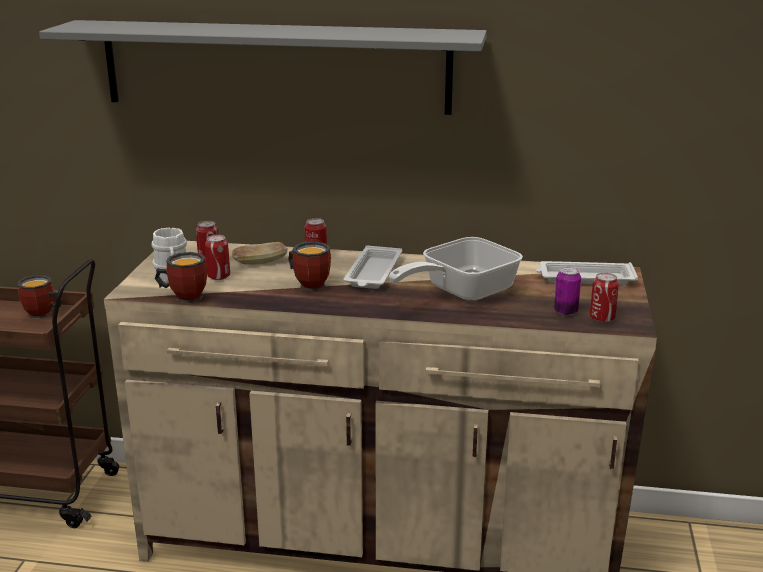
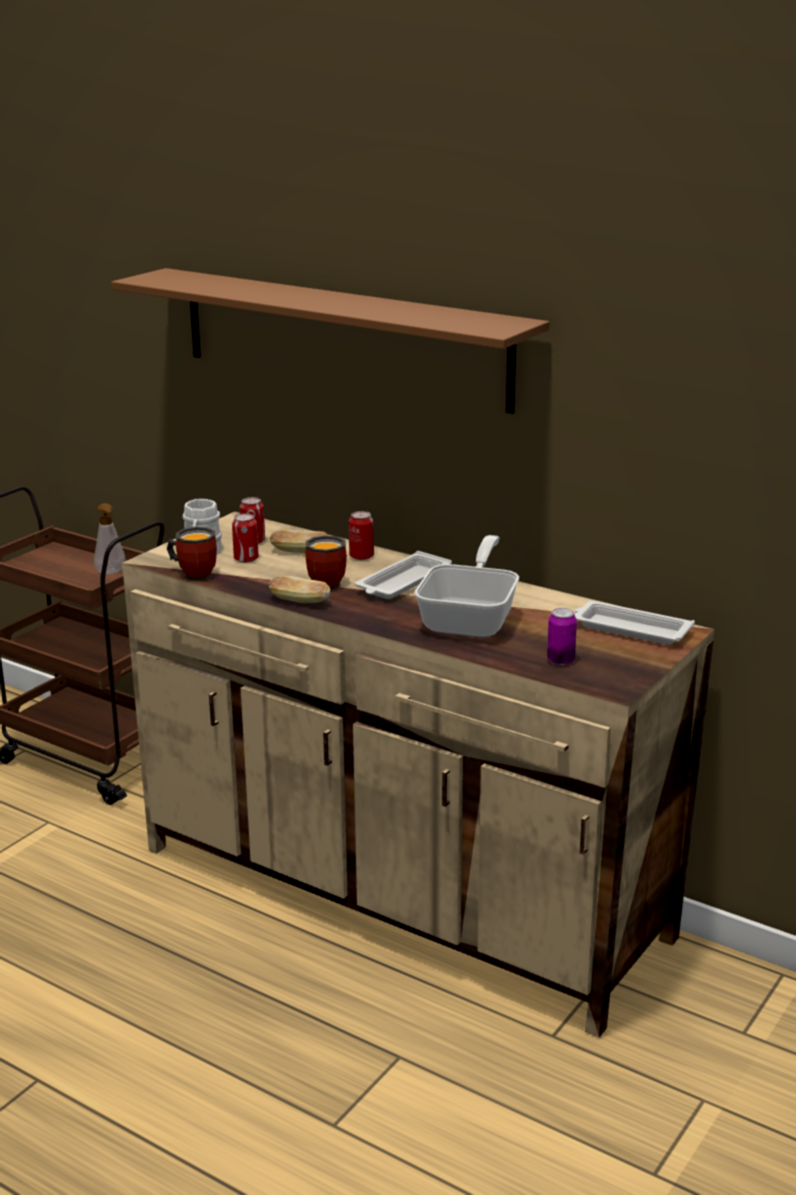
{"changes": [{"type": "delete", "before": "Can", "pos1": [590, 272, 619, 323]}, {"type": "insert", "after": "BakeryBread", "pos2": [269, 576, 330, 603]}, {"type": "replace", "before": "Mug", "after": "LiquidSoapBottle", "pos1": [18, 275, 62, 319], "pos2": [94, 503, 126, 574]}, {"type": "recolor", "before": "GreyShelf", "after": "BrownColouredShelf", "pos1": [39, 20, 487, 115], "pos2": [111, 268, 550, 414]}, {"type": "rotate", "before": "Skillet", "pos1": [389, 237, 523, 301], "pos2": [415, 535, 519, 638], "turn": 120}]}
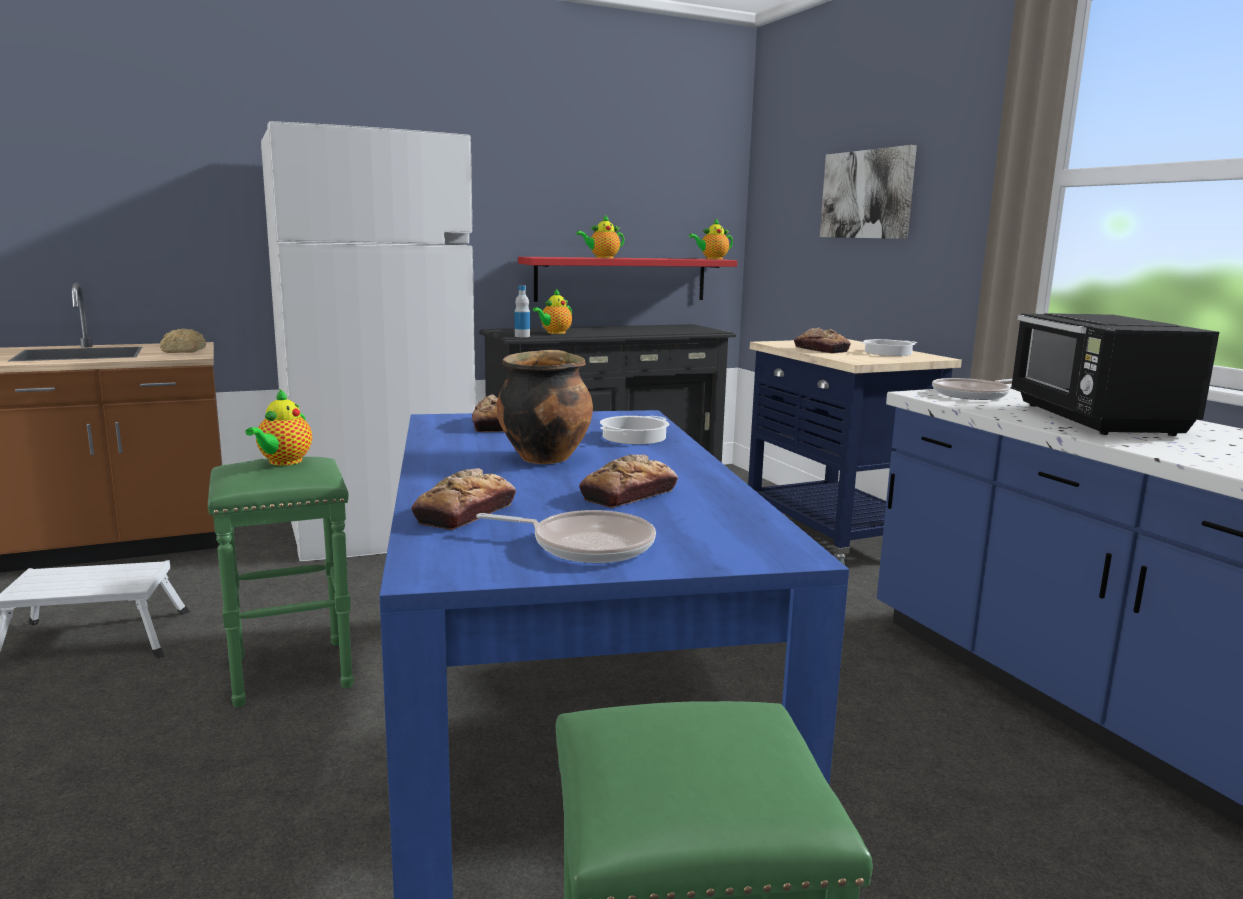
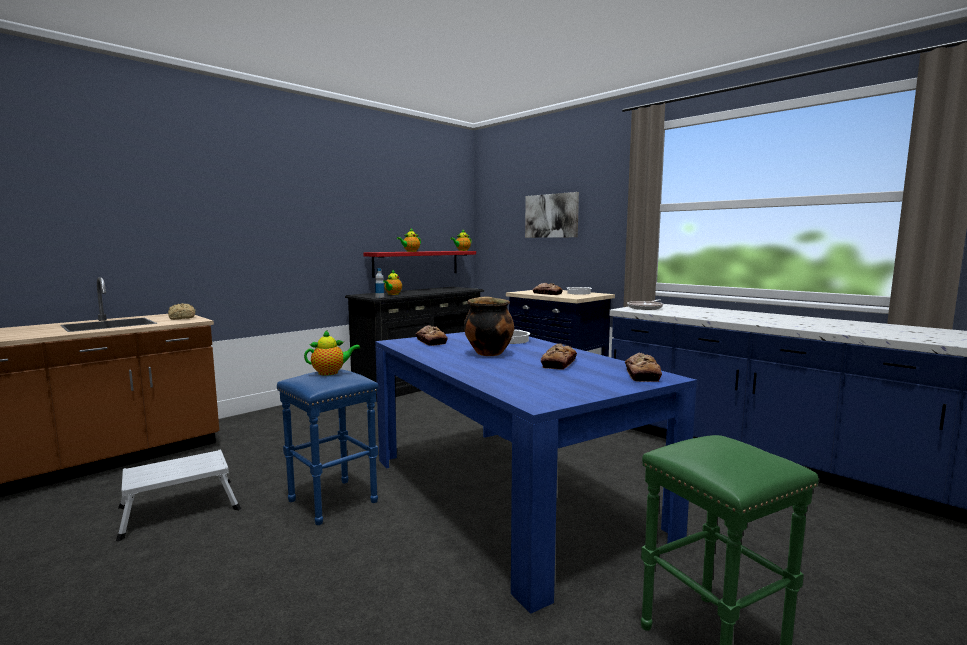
{"changes": [{"type": "delete", "before": "WhiteKitchenFridge", "pos1": [261, 121, 476, 561]}, {"type": "delete", "before": "Skillet", "pos1": [476, 510, 656, 563]}, {"type": "delete", "before": "BlackKitchenMicrowave", "pos1": [1010, 313, 1219, 436]}, {"type": "move", "before": "BakeryBread", "pos1": [412, 468, 516, 530], "pos2": [625, 353, 662, 382]}, {"type": "recolor", "before": "GreenishStoolSeat", "after": "BlueStoolSeat", "pos1": [208, 457, 354, 707], "pos2": [277, 369, 379, 525]}, {"type": "rotate", "before": "PotForTea", "pos1": [245, 389, 312, 466], "pos2": [304, 330, 360, 375], "turn": -105}]}
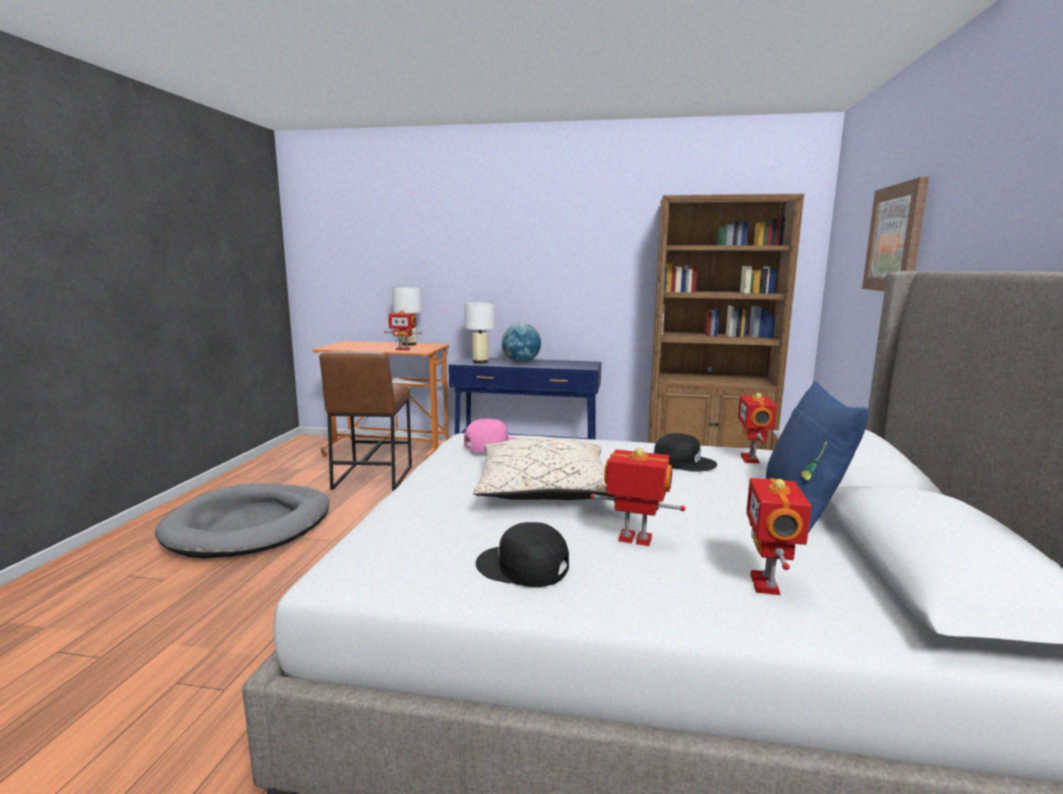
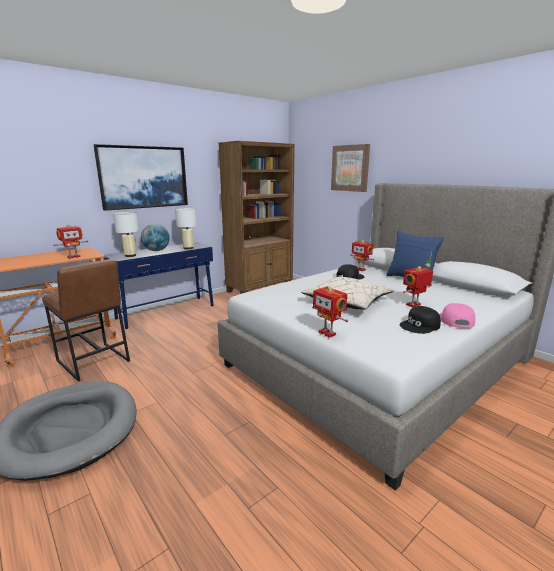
{"changes": [{"type": "insert", "after": "WallArt", "pos2": [94, 144, 188, 211]}, {"type": "move", "before": "WhiteLampForATable", "pos1": [392, 288, 422, 346], "pos2": [175, 208, 197, 249]}, {"type": "move", "before": "PinkCap", "pos1": [464, 419, 518, 452], "pos2": [439, 303, 475, 328]}, {"type": "move", "before": "ToyRobot", "pos1": [746, 478, 811, 595], "pos2": [312, 287, 348, 338]}]}
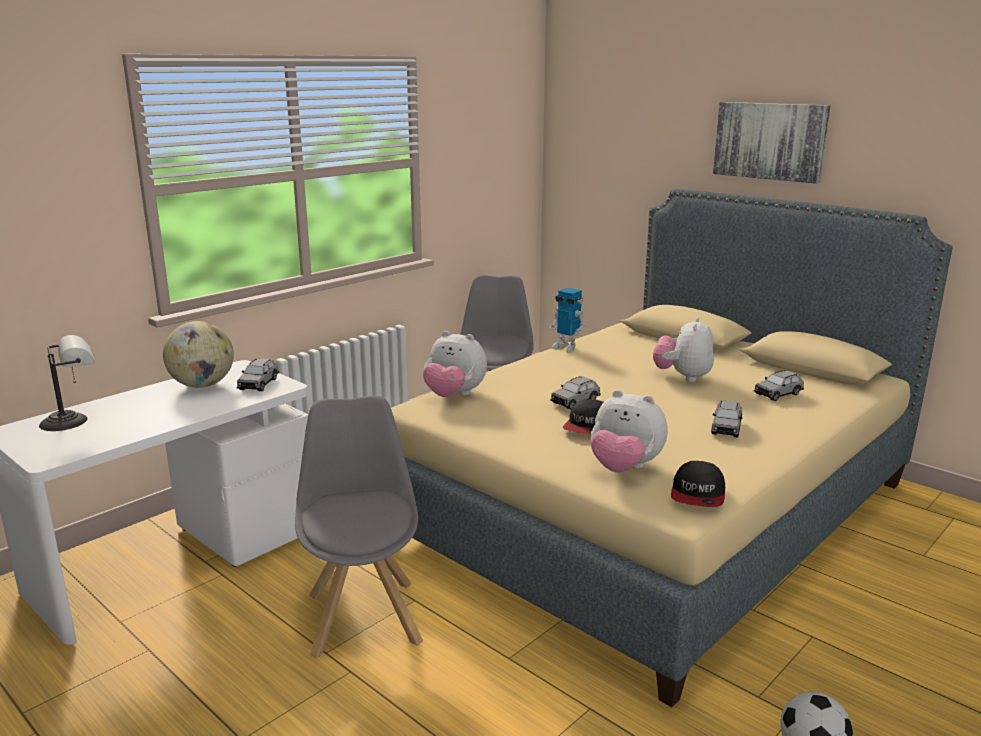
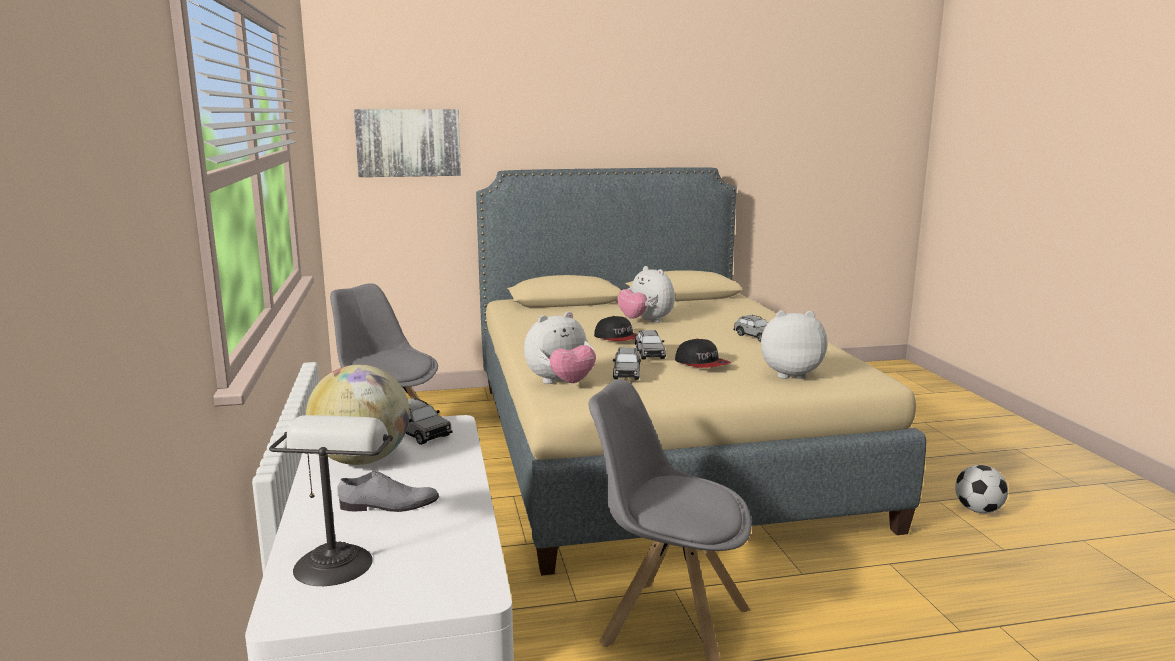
{"changes": [{"type": "delete", "before": "ToyRobot", "pos1": [550, 288, 585, 353]}, {"type": "insert", "after": "GreyShoe", "pos2": [337, 471, 439, 512]}, {"type": "move", "before": "Cap", "pos1": [671, 461, 725, 507], "pos2": [594, 316, 637, 341]}, {"type": "move", "before": "WallArt", "pos1": [713, 102, 830, 184], "pos2": [354, 109, 461, 177]}, {"type": "move", "before": "GreyModelCar", "pos1": [754, 370, 804, 401], "pos2": [613, 347, 641, 380]}, {"type": "rotate", "before": "SoftToy", "pos1": [591, 390, 668, 472], "pos2": [761, 310, 827, 379], "turn": -150}]}
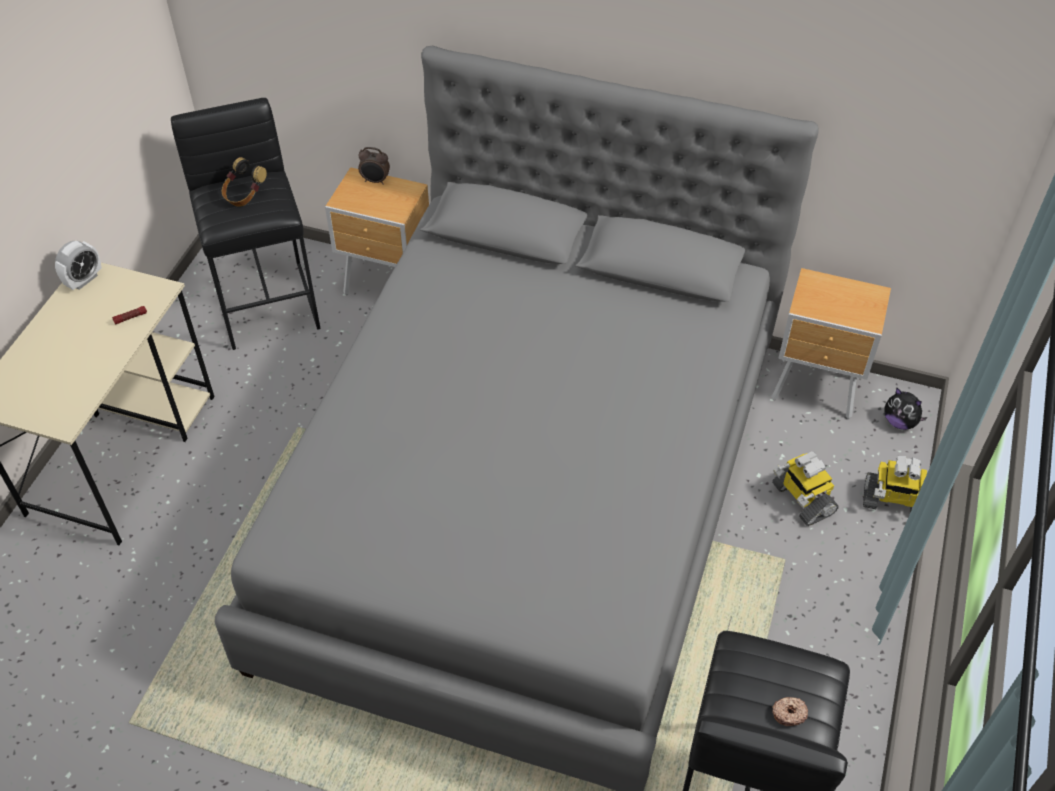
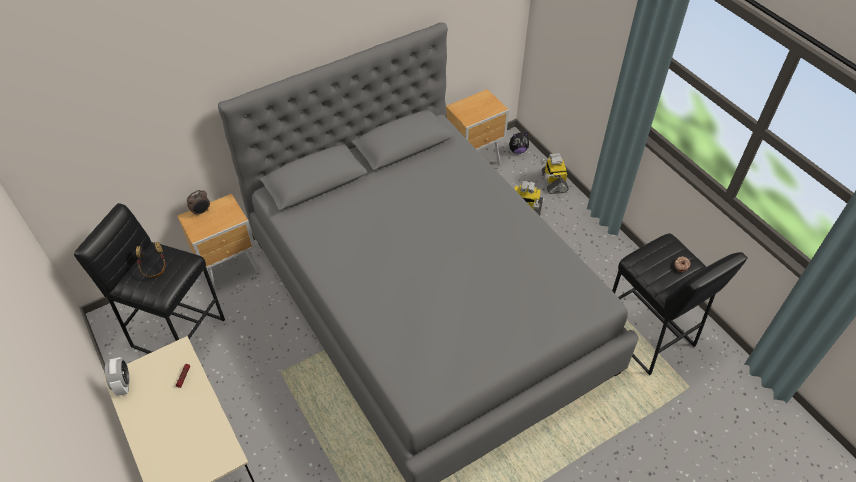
{"changes": [{"type": "rotate", "before": "ToyRobot", "pos1": [863, 456, 927, 513], "pos2": [540, 153, 569, 194], "turn": 120}]}
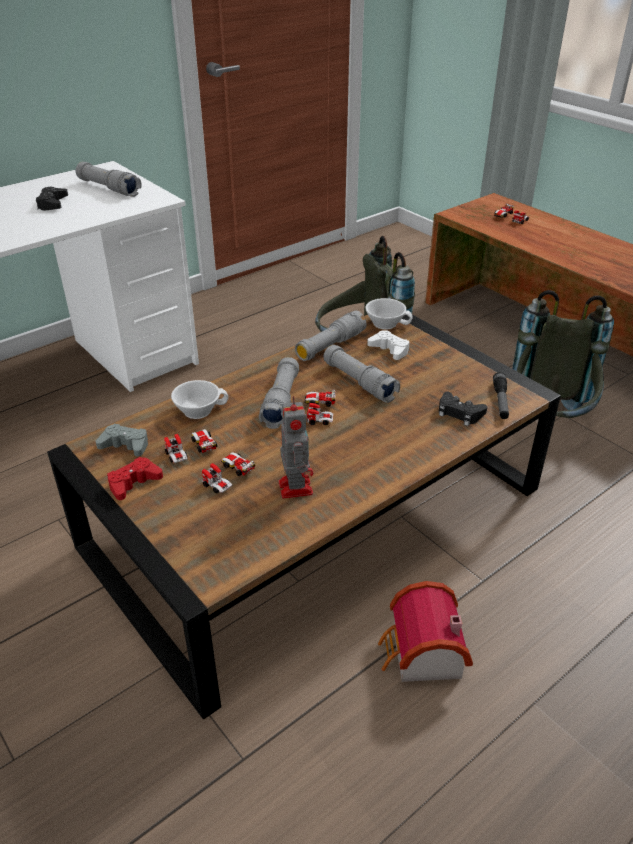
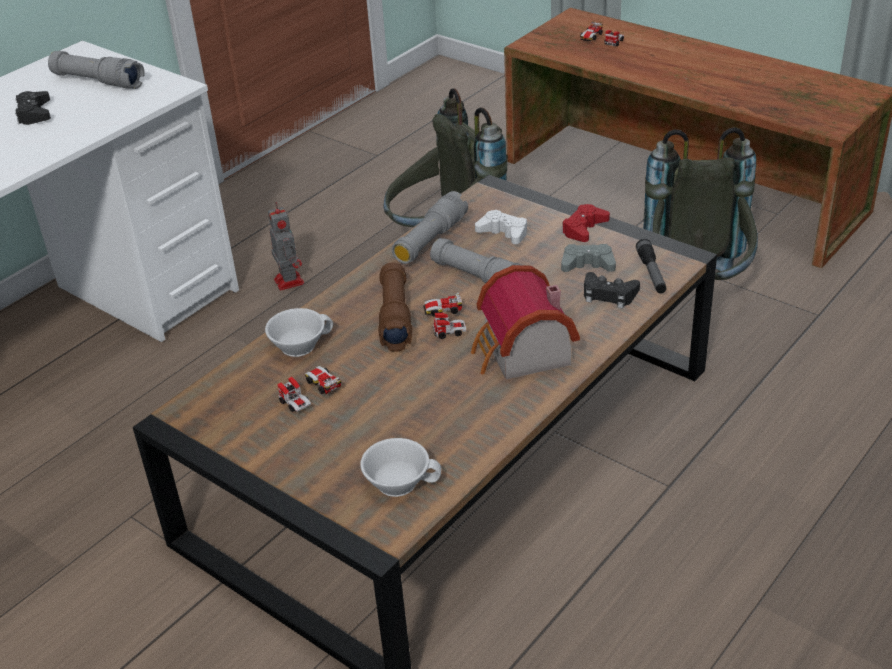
{"changes": [{"type": "delete", "before": "ModelCar", "pos1": [202, 452, 255, 494]}, {"type": "move", "before": "GreyGameController", "pos1": [96, 424, 148, 456], "pos2": [561, 244, 616, 272]}, {"type": "move", "before": "ReddishGameController", "pos1": [107, 457, 163, 500], "pos2": [562, 204, 610, 242]}, {"type": "move", "before": "ToyRobot", "pos1": [279, 396, 313, 499], "pos2": [268, 202, 304, 291]}, {"type": "move", "before": "WhiteSmallCup", "pos1": [365, 298, 413, 329], "pos2": [360, 438, 441, 497]}, {"type": "move", "before": "ModelHouse", "pos1": [378, 581, 473, 682], "pos2": [471, 265, 580, 379]}, {"type": "recolor", "before": "GreyHandTorch", "after": "BrownColouredHandTorch", "pos1": [259, 357, 299, 429], "pos2": [378, 262, 412, 352]}]}
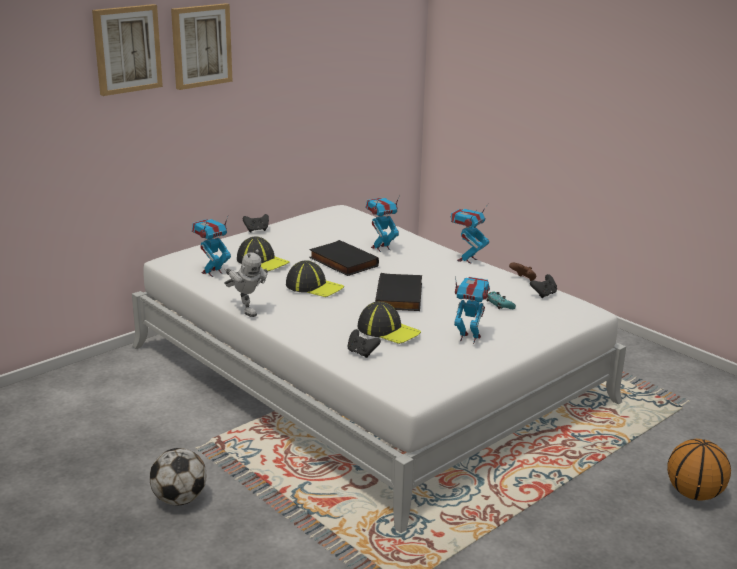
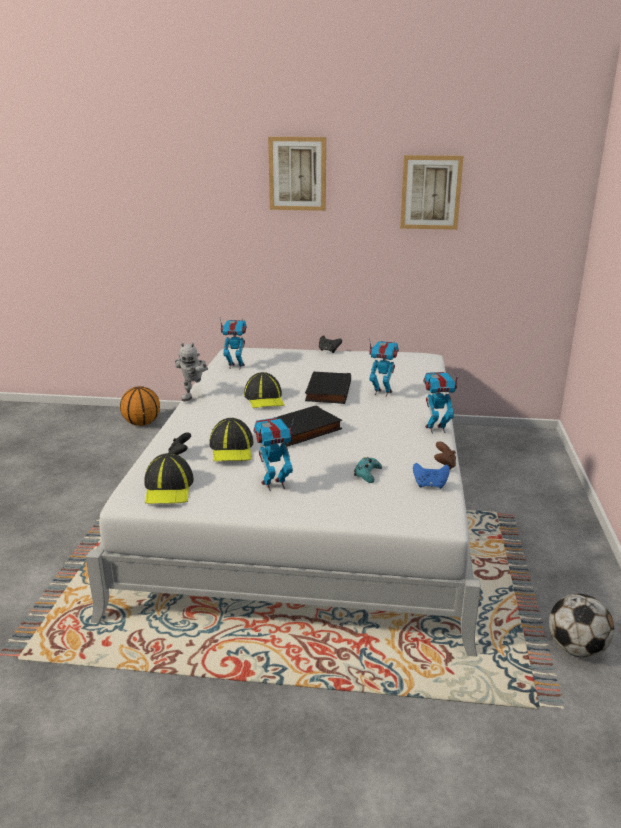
{"changes": [{"type": "move", "before": "WallArt", "pos1": [92, 4, 163, 96], "pos2": [400, 155, 463, 230]}, {"type": "move", "before": "FootballBall", "pos1": [150, 448, 206, 506], "pos2": [549, 594, 614, 657]}, {"type": "move", "before": "Cap", "pos1": [237, 236, 290, 271], "pos2": [144, 453, 194, 504]}, {"type": "move", "before": "Basketball", "pos1": [667, 439, 731, 501], "pos2": [120, 386, 160, 426]}, {"type": "recolor", "before": "BlackGameController", "after": "BlueGameController", "pos1": [530, 274, 557, 298], "pos2": [413, 463, 450, 489]}, {"type": "rotate", "before": "ToyRobot", "pos1": [454, 276, 490, 344], "pos2": [253, 418, 294, 491], "turn": -90}]}
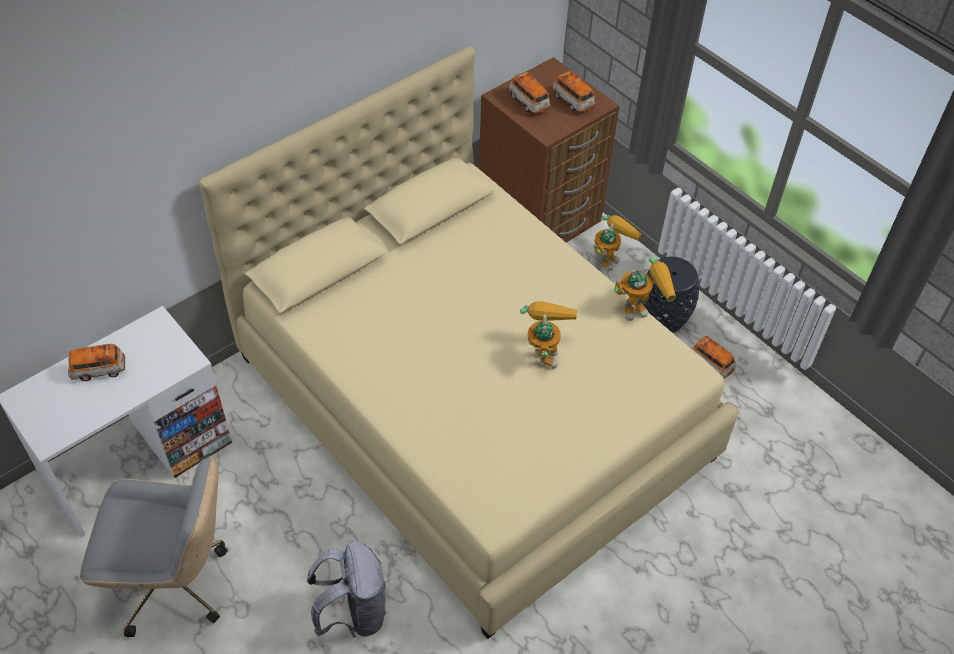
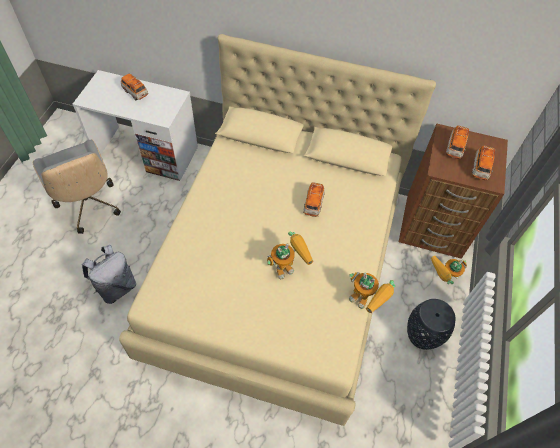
{"changes": [{"type": "move", "before": "ModelCar", "pos1": [692, 336, 736, 378], "pos2": [303, 182, 325, 217]}, {"type": "rotate", "before": "ToyRobot", "pos1": [594, 215, 643, 271], "pos2": [431, 256, 467, 284], "turn": 150}]}
